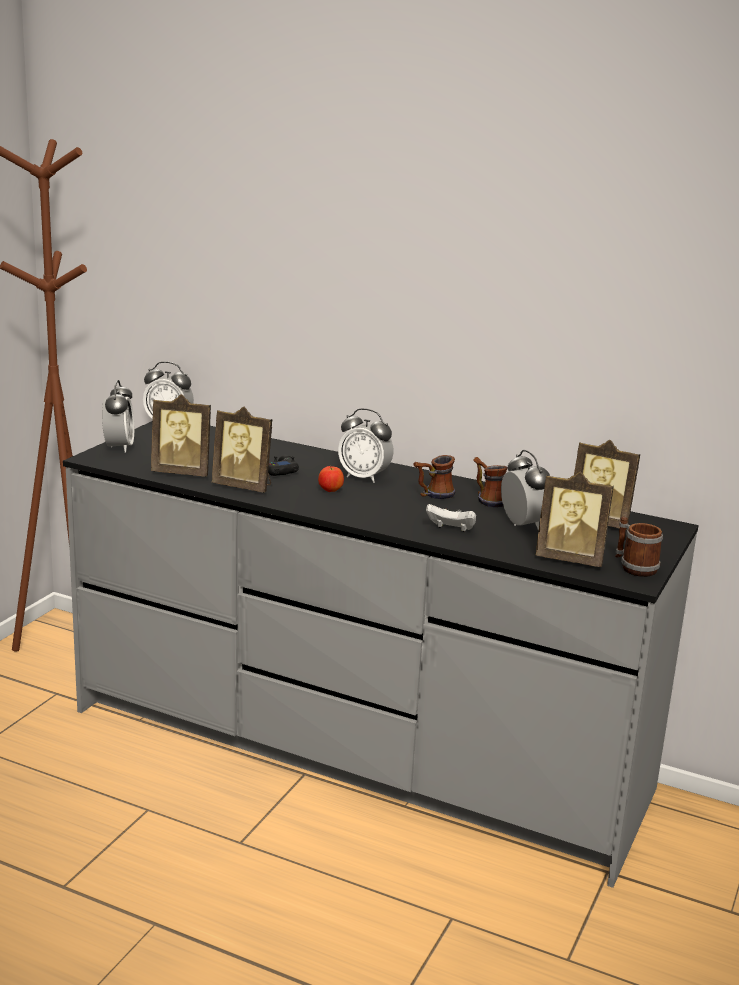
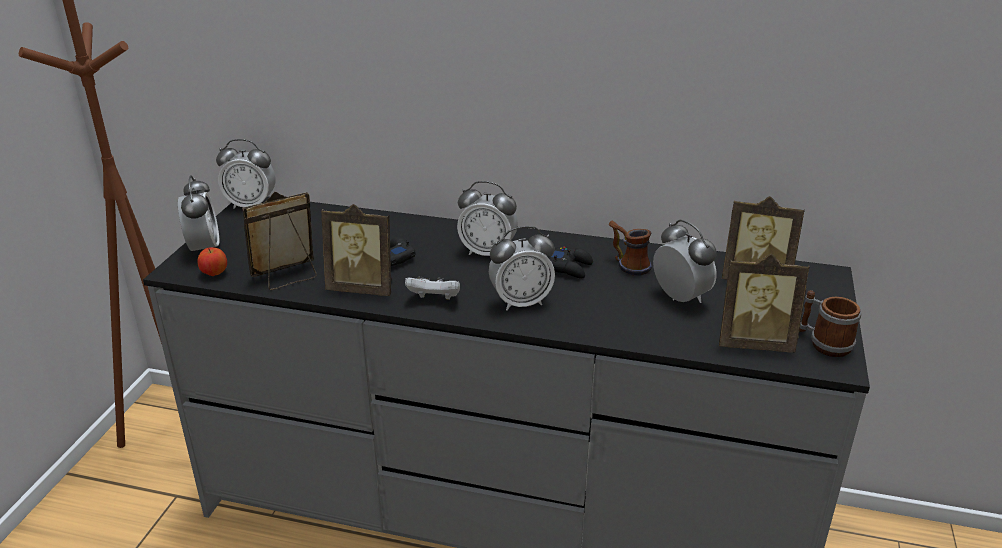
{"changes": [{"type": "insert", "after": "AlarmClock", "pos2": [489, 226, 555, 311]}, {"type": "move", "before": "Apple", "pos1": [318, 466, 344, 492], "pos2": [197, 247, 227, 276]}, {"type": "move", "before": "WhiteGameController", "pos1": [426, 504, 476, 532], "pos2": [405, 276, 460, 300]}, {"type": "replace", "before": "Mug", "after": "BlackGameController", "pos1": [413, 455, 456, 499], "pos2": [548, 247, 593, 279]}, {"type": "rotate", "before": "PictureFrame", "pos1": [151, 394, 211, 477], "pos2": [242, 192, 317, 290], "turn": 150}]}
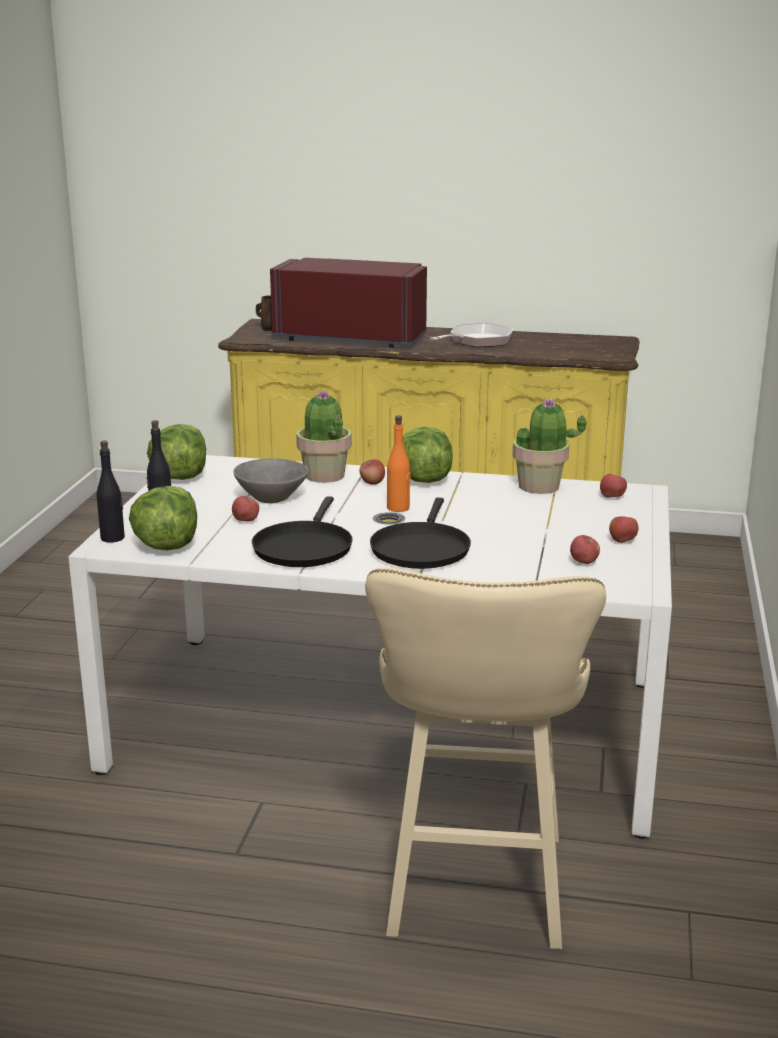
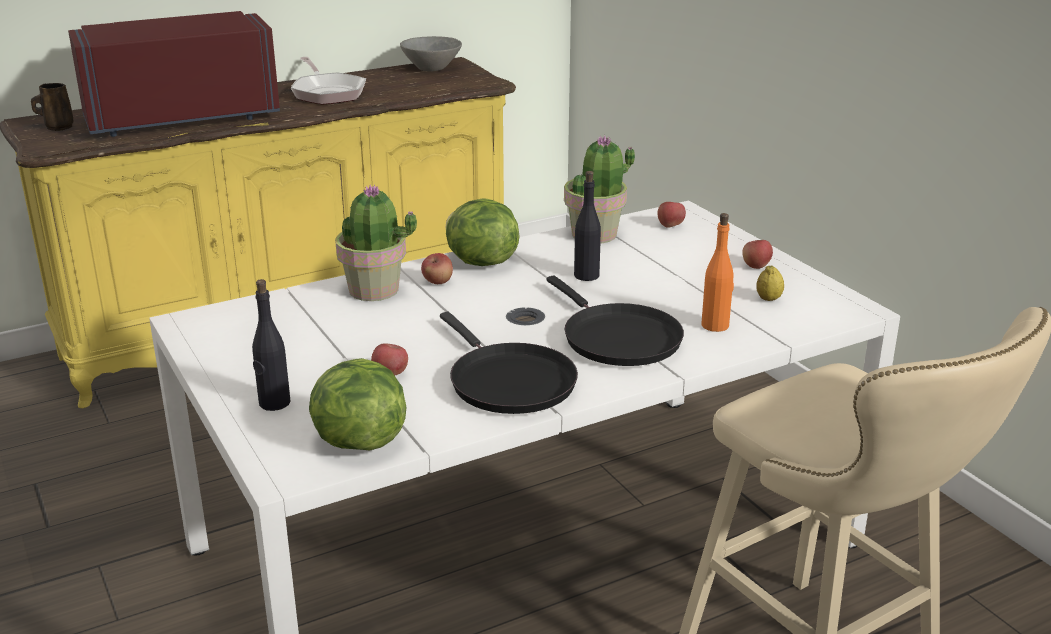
{"changes": [{"type": "delete", "before": "LettuceHead", "pos1": [147, 424, 206, 480]}, {"type": "move", "before": "BlackBeverageBottle", "pos1": [97, 441, 125, 542], "pos2": [574, 171, 601, 281]}, {"type": "move", "before": "GreyDeepDish", "pos1": [233, 458, 309, 503], "pos2": [400, 36, 462, 71]}, {"type": "move", "before": "OrangeyBeverageBottle", "pos1": [387, 415, 411, 512], "pos2": [701, 213, 734, 332]}, {"type": "replace", "before": "Apple", "after": "Lemon", "pos1": [570, 535, 600, 564], "pos2": [756, 265, 784, 301]}, {"type": "rotate", "before": "Skillet", "pos1": [430, 323, 513, 347], "pos2": [291, 57, 366, 105], "turn": 150}]}
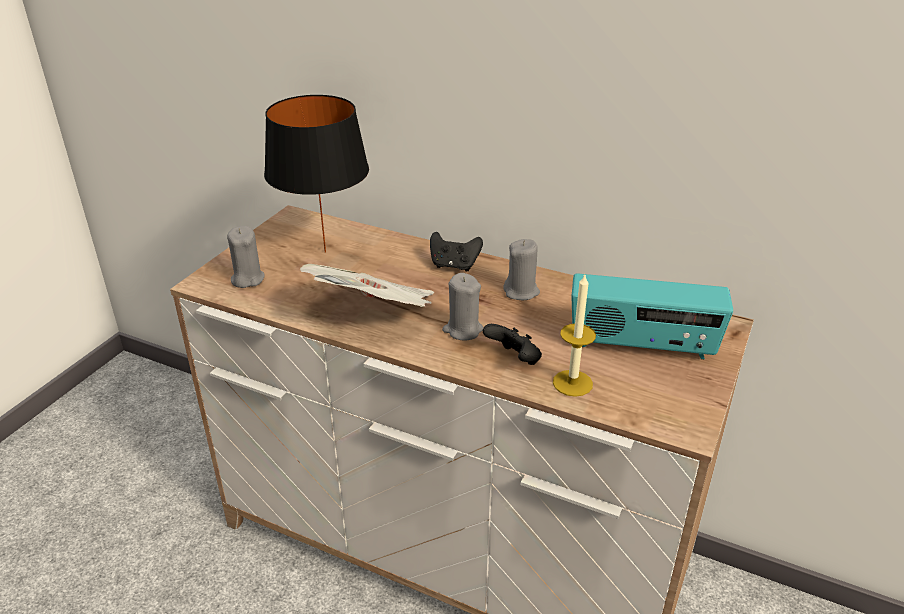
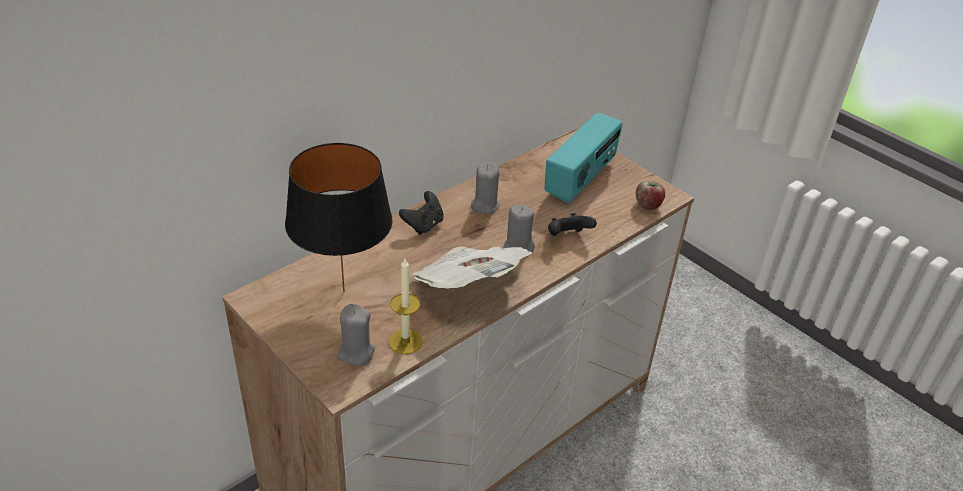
{"changes": [{"type": "insert", "after": "Apple", "pos2": [636, 181, 665, 210]}, {"type": "move", "before": "WaxCandle", "pos1": [553, 275, 596, 397], "pos2": [388, 258, 423, 354]}]}
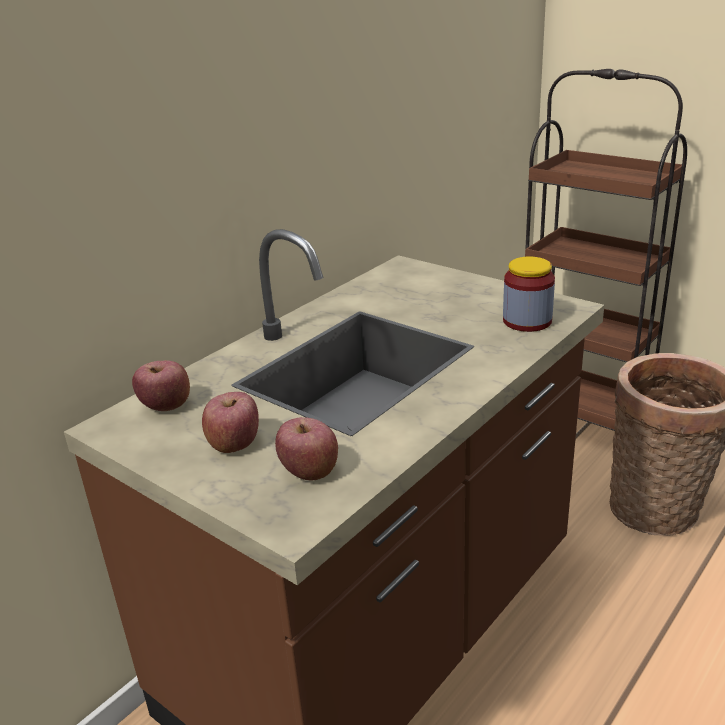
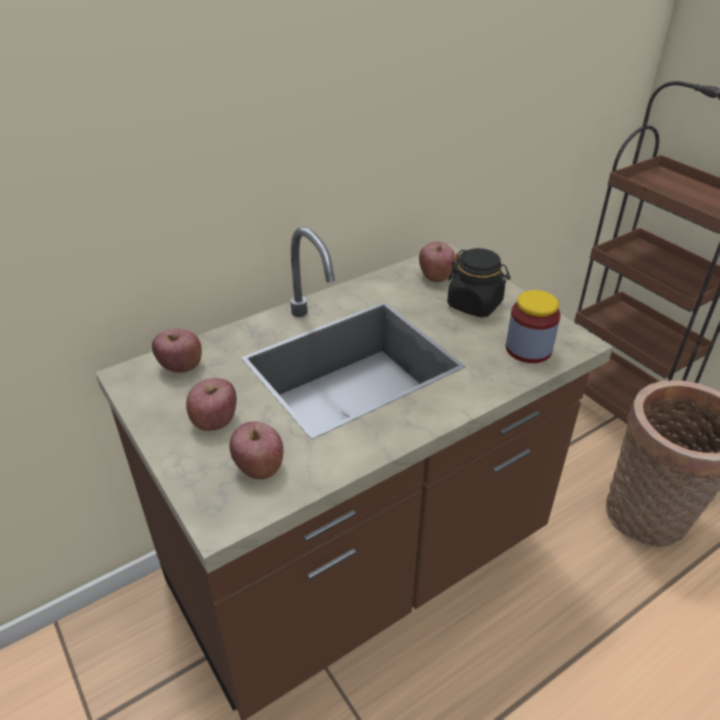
{"changes": [{"type": "insert", "after": "Apple", "pos2": [419, 242, 456, 282]}, {"type": "insert", "after": "BlackJar", "pos2": [447, 248, 510, 317]}]}
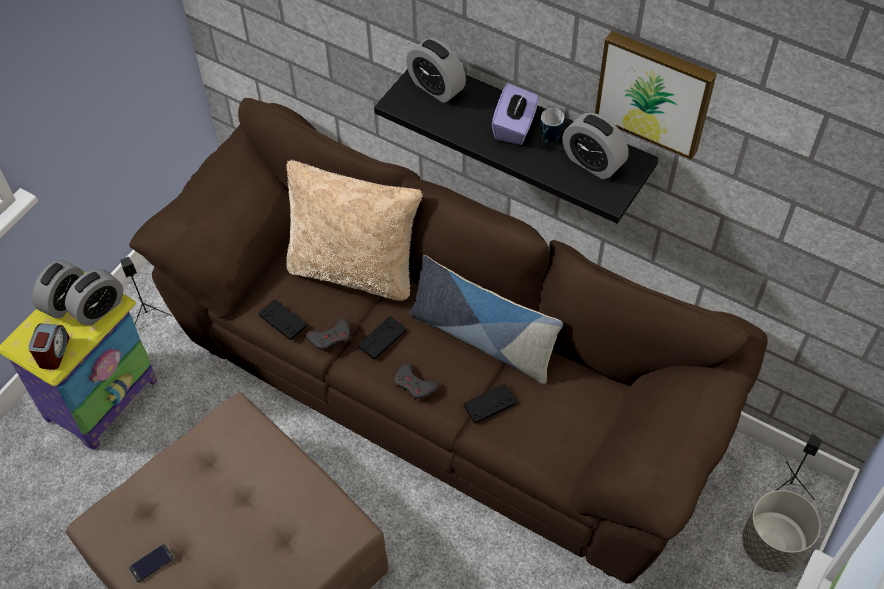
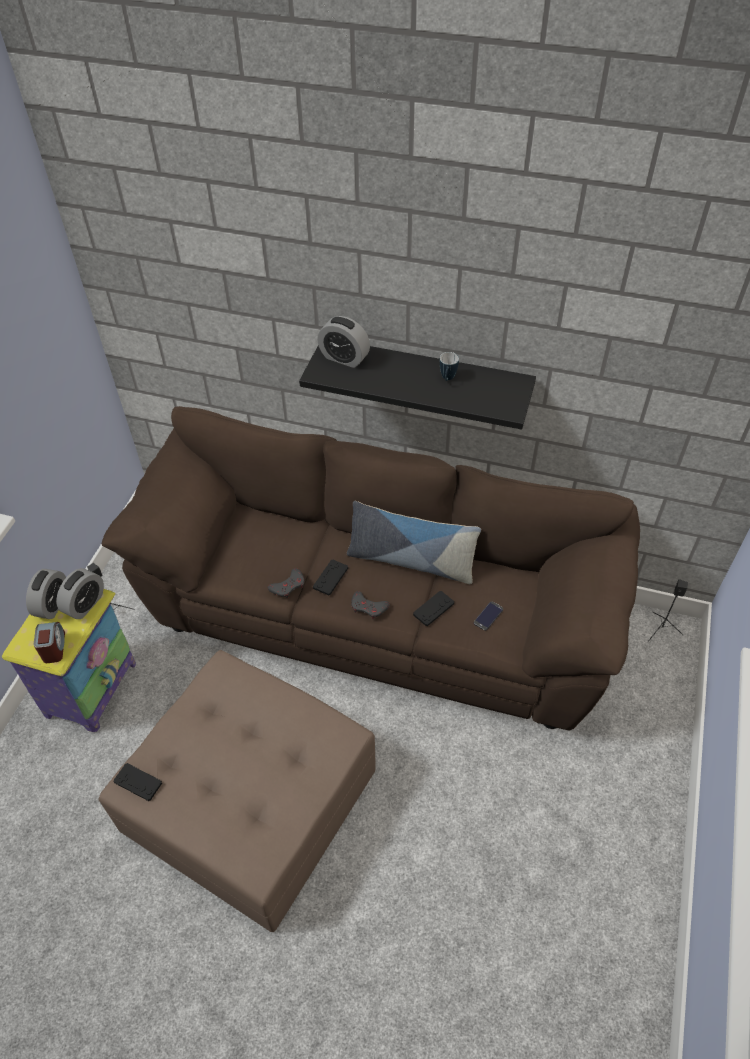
{"changes": [{"type": "delete", "before": "SandColouredPillow", "pos1": [286, 159, 423, 301]}, {"type": "delete", "before": "PurpleBoxOfTissues", "pos1": [492, 83, 539, 145]}, {"type": "delete", "before": "AlarmClock", "pos1": [562, 113, 629, 179]}, {"type": "delete", "before": "WallArt", "pos1": [595, 31, 717, 160]}, {"type": "delete", "before": "GreyFlowerPot", "pos1": [742, 490, 820, 572]}, {"type": "move", "before": "Handset", "pos1": [129, 544, 174, 582], "pos2": [474, 601, 503, 631]}, {"type": "move", "before": "BlackGameController", "pos1": [259, 299, 307, 340], "pos2": [113, 763, 162, 801]}]}
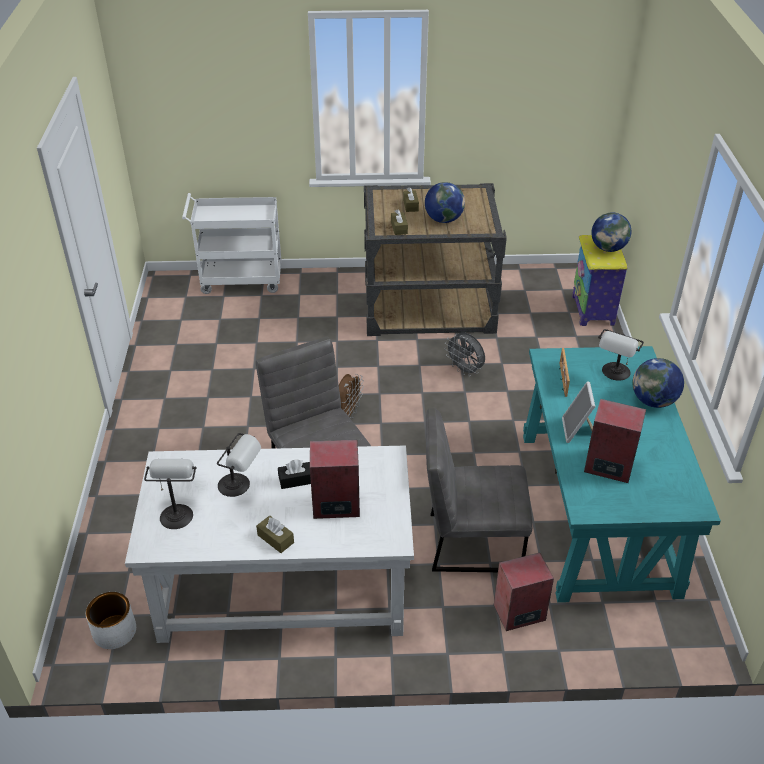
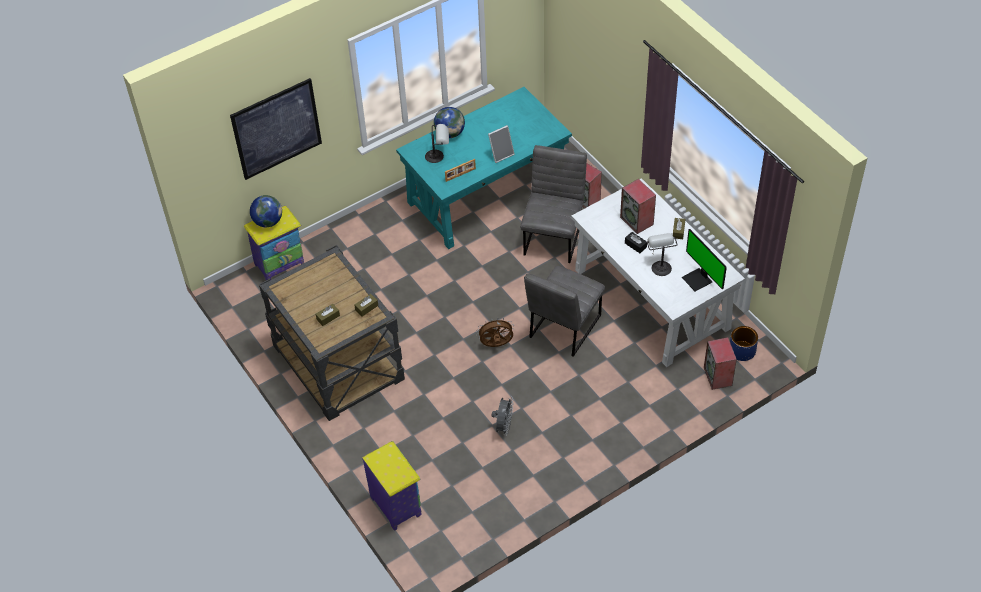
{"changes": [{"type": "delete", "before": "WorldGlobe", "pos1": [425, 182, 465, 223]}, {"type": "insert", "after": "WallArt", "pos2": [230, 78, 322, 180]}, {"type": "move", "before": "GreyFan", "pos1": [444, 332, 485, 376], "pos2": [492, 396, 514, 436]}, {"type": "move", "before": "Loudspeaker", "pos1": [584, 399, 646, 483], "pos2": [704, 337, 737, 390]}, {"type": "replace", "before": "LampForATable", "after": "ComputerScreen", "pos1": [144, 459, 197, 529], "pos2": [682, 229, 727, 291]}, {"type": "replace", "before": "WhiteWheeledCart", "after": "Nightstand", "pos1": [182, 193, 282, 294], "pos2": [362, 441, 422, 531]}, {"type": "recolor", "before": "WhiteFlowerPot", "after": "BlueFlowerPot", "pos1": [86, 592, 136, 649], "pos2": [730, 326, 758, 361]}, {"type": "rotate", "before": "GreyPlainChair", "pos1": [426, 408, 533, 572], "pos2": [520, 145, 587, 263], "turn": -135}]}
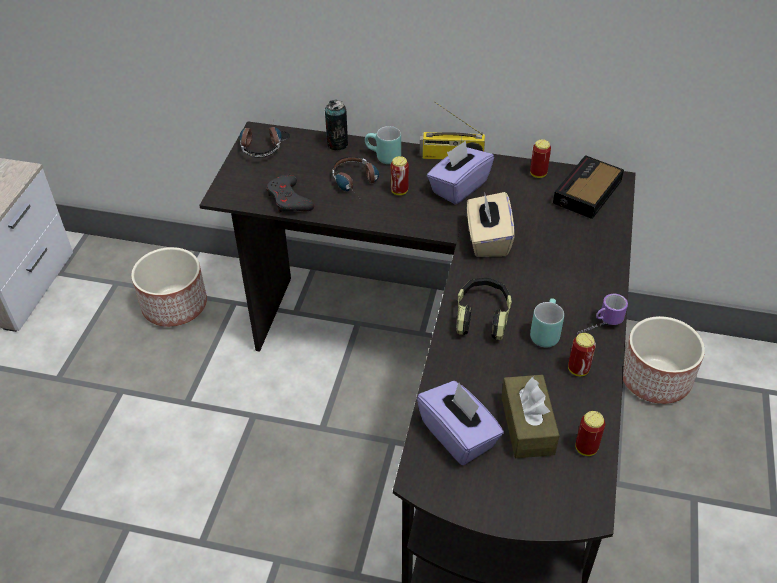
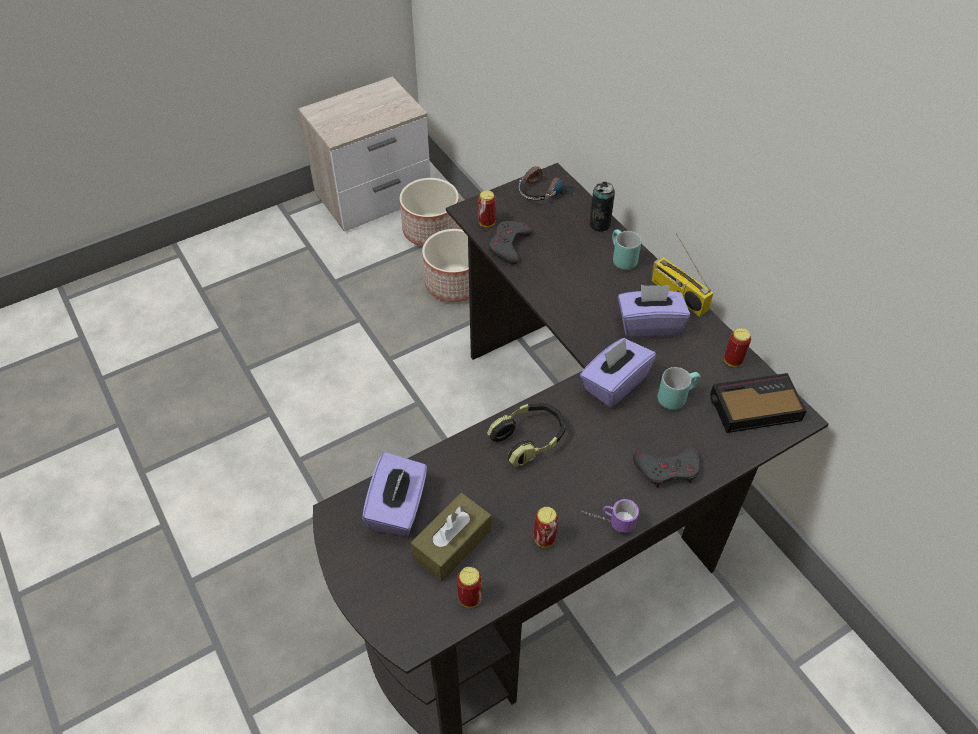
{"changes": [{"type": "delete", "before": "PairOfHeadphones", "pos1": [332, 157, 379, 196]}, {"type": "insert", "after": "GreyGameController", "pos2": [633, 445, 700, 488]}, {"type": "move", "before": "Can", "pos1": [391, 156, 409, 195], "pos2": [478, 190, 496, 227]}, {"type": "move", "before": "BlueGreenMug", "pos1": [530, 298, 564, 347], "pos2": [658, 367, 701, 410]}, {"type": "move", "before": "FlowerPot", "pos1": [623, 316, 705, 404], "pos2": [400, 178, 460, 246]}, {"type": "recolor", "before": "SandColouredBoxOfTissues", "after": "PurpleBoxOfTissues", "pos1": [467, 192, 514, 257], "pos2": [580, 338, 656, 408]}]}
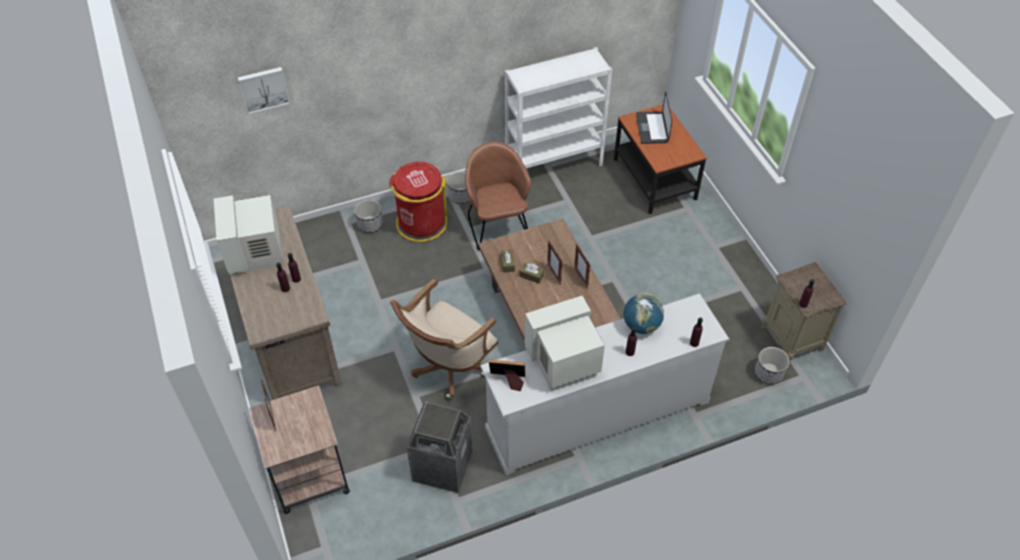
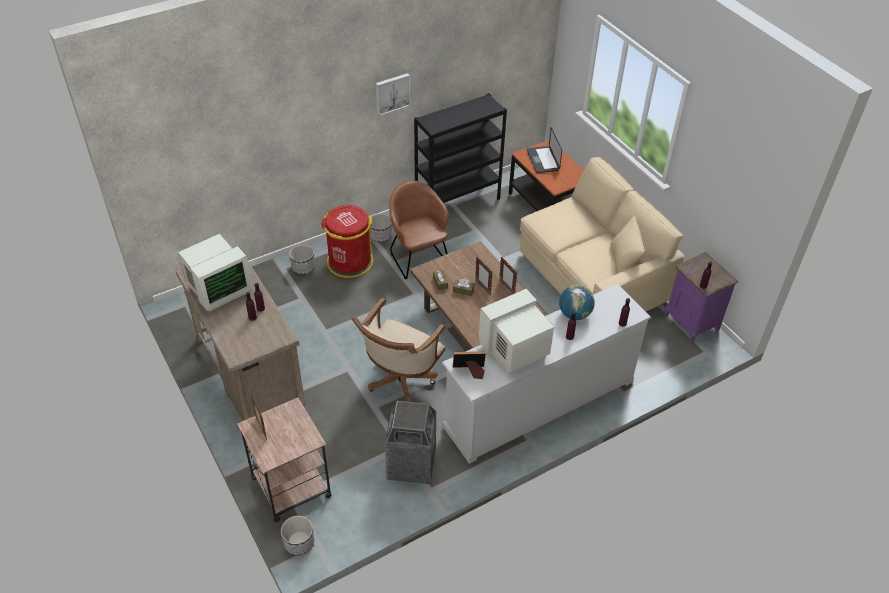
{"changes": [{"type": "insert", "after": "SandColouredCouch", "pos2": [520, 157, 685, 312]}, {"type": "move", "before": "WallArt", "pos1": [238, 67, 290, 114], "pos2": [376, 73, 410, 116]}, {"type": "move", "before": "FlowerPot", "pos1": [755, 347, 790, 384], "pos2": [281, 516, 314, 555]}, {"type": "recolor", "before": "WhiteShelvingUnit", "after": "BlackShelvingUnit", "pos1": [505, 47, 612, 168], "pos2": [414, 93, 507, 203]}, {"type": "recolor", "before": "SandColouredNightstand", "after": "PurpleNightstand", "pos1": [762, 262, 847, 361], "pos2": [664, 252, 739, 343]}, {"type": "rotate", "before": "ComputerScreen", "pos1": [214, 195, 283, 274], "pos2": [178, 234, 253, 311], "turn": -105}]}
